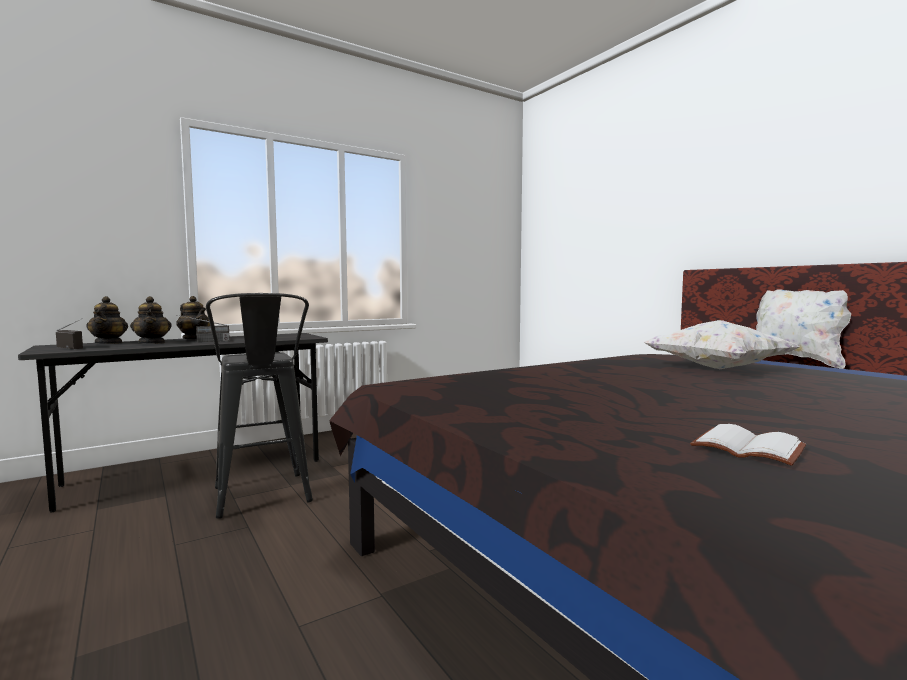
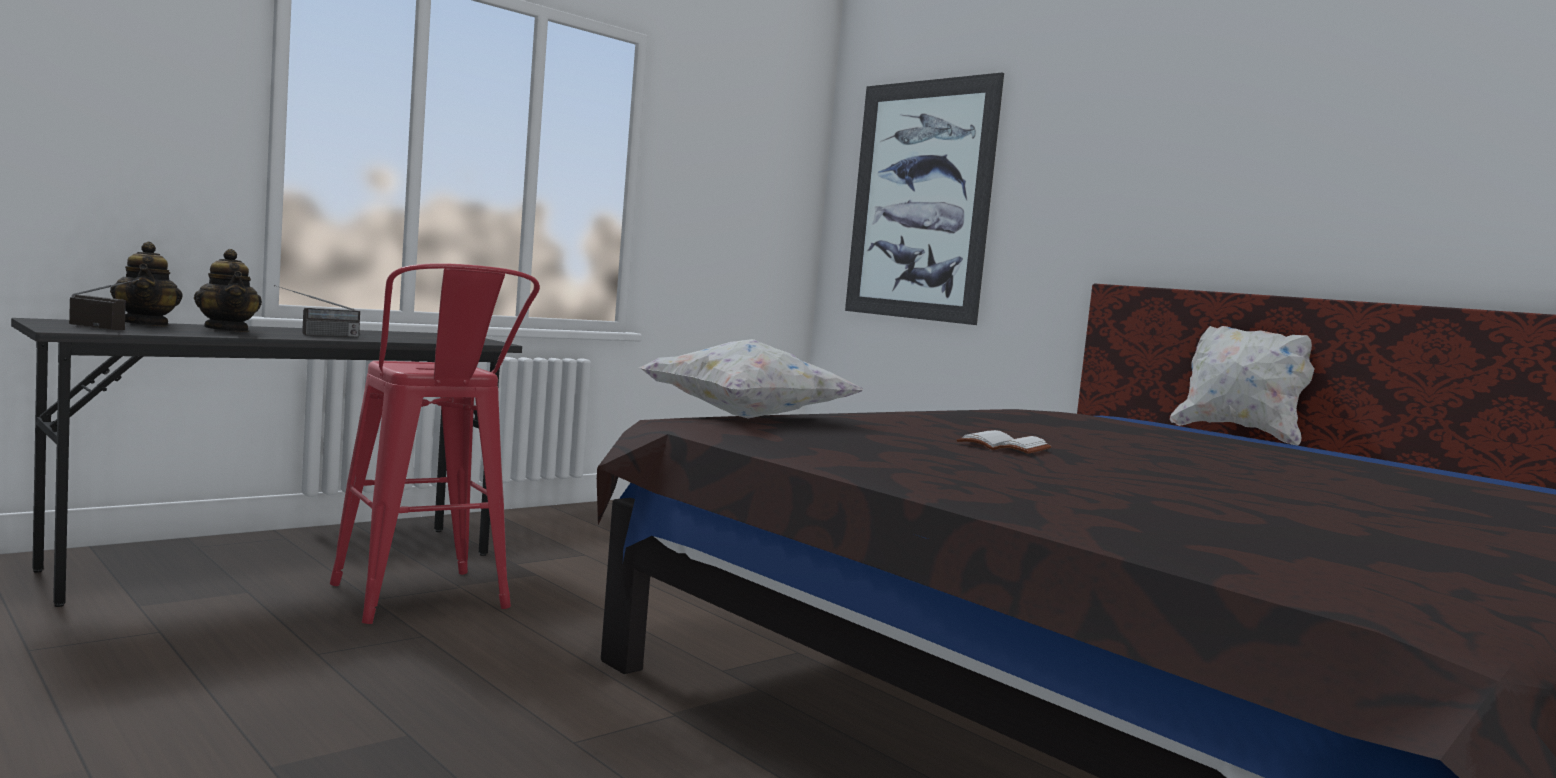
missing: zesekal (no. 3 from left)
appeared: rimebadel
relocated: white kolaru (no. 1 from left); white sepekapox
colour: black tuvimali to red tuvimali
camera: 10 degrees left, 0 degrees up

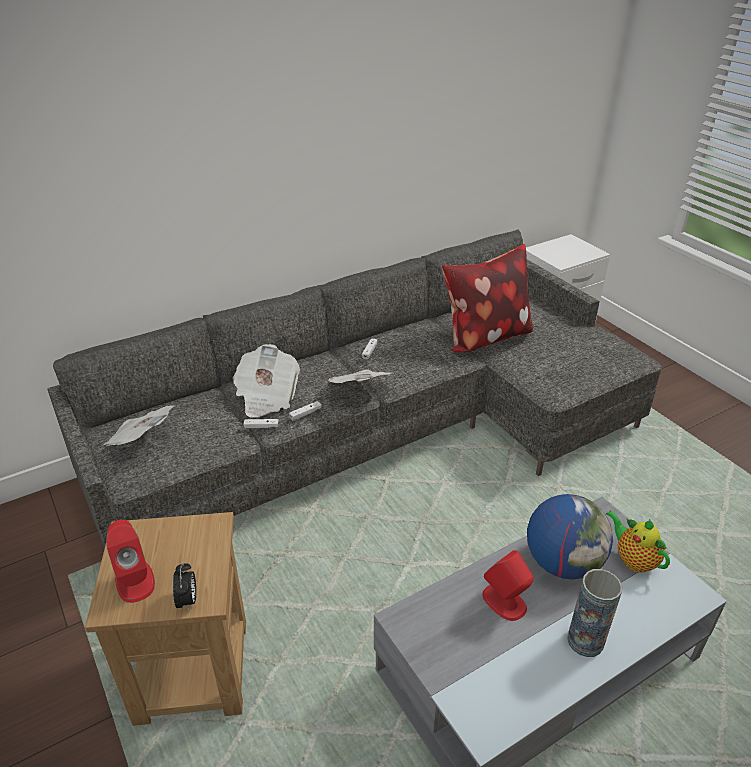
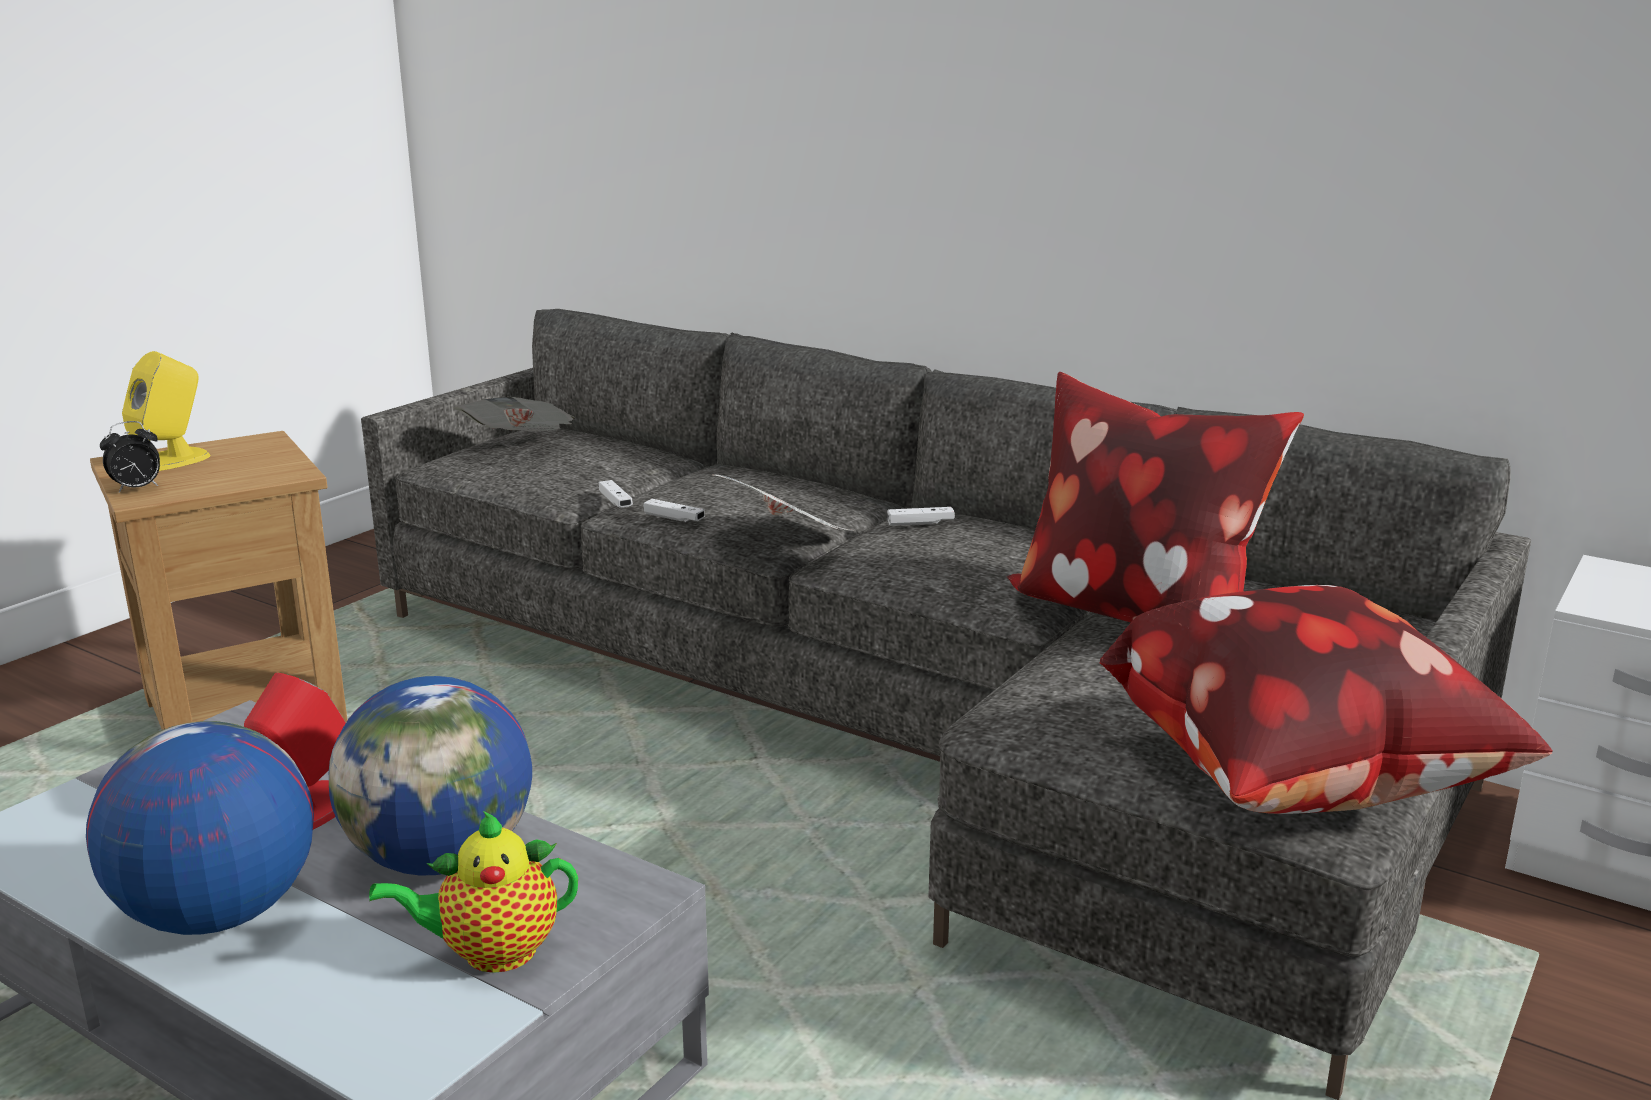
missing: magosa (no. 2 from left)
appeared: kolaru (no. 2 from left)
exchanged: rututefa to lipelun (no. 1 from left)
colour: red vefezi (no. 1 from left) to yellow vefezi
spun: zesekal 135 degrees counterclockwise
camera: 65 degrees right, 15 degrees down

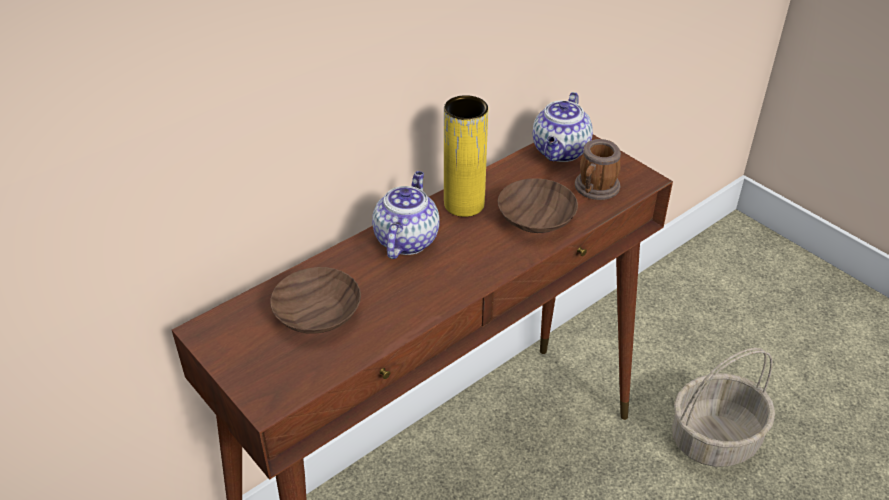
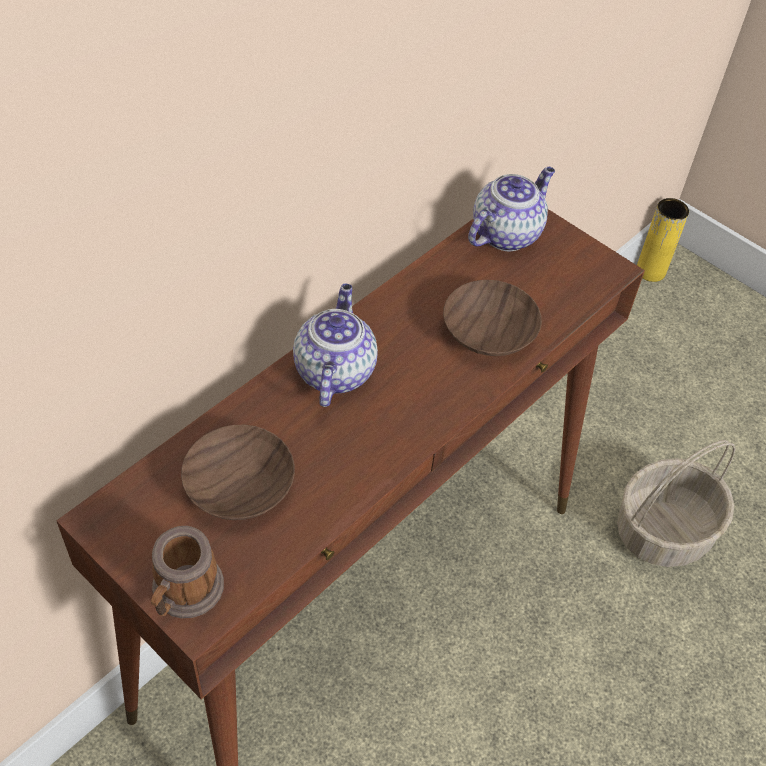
relocated: yellow rututefa; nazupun
spun: zesekal (no. 2 from left) 150 degrees counterclockwise
camera: 10 degrees left, 10 degrees up

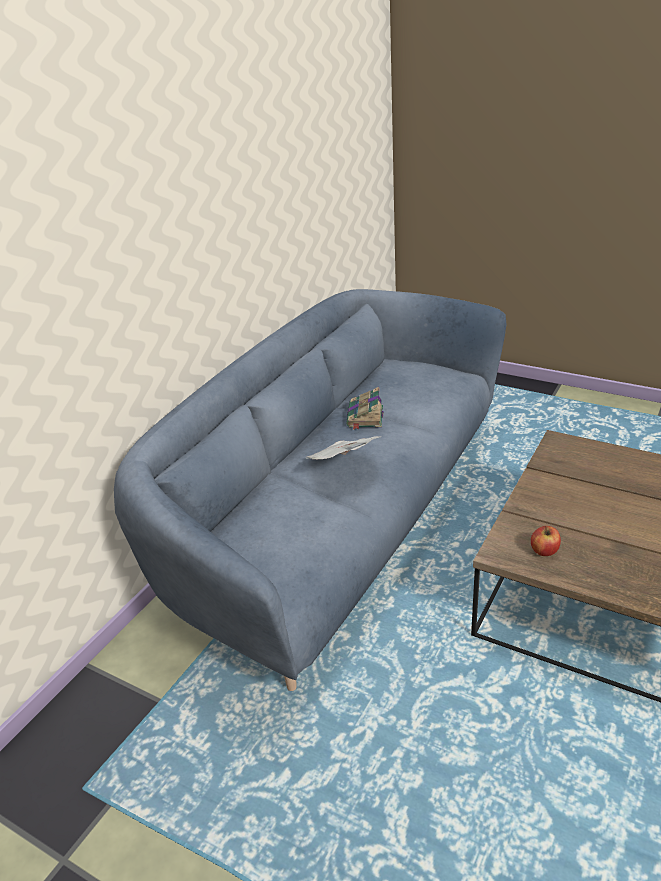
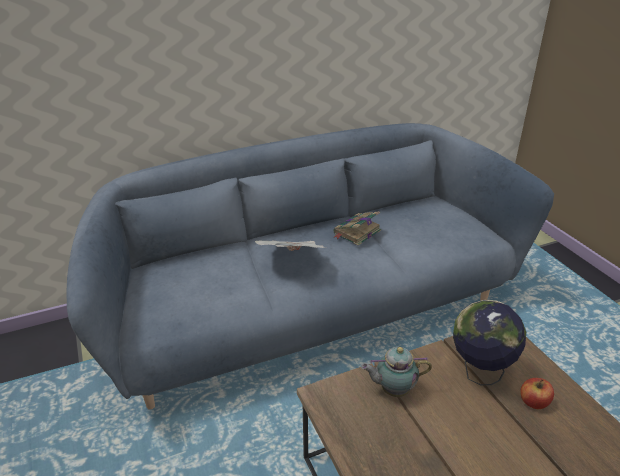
appeared: lipelun; zesekal
relocated: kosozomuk
camera: 35 degrees right, 0 degrees up

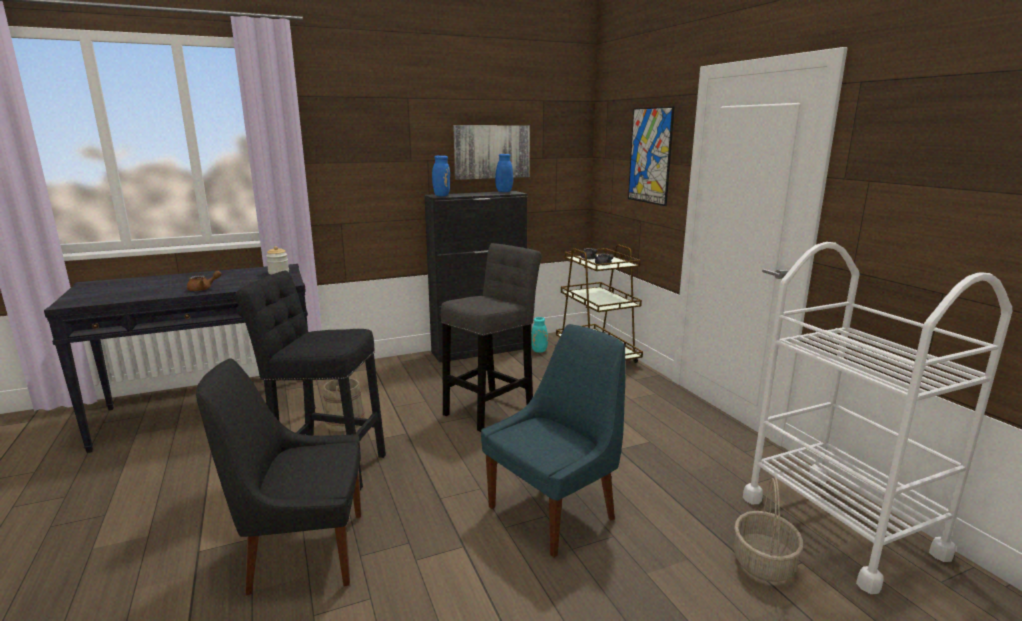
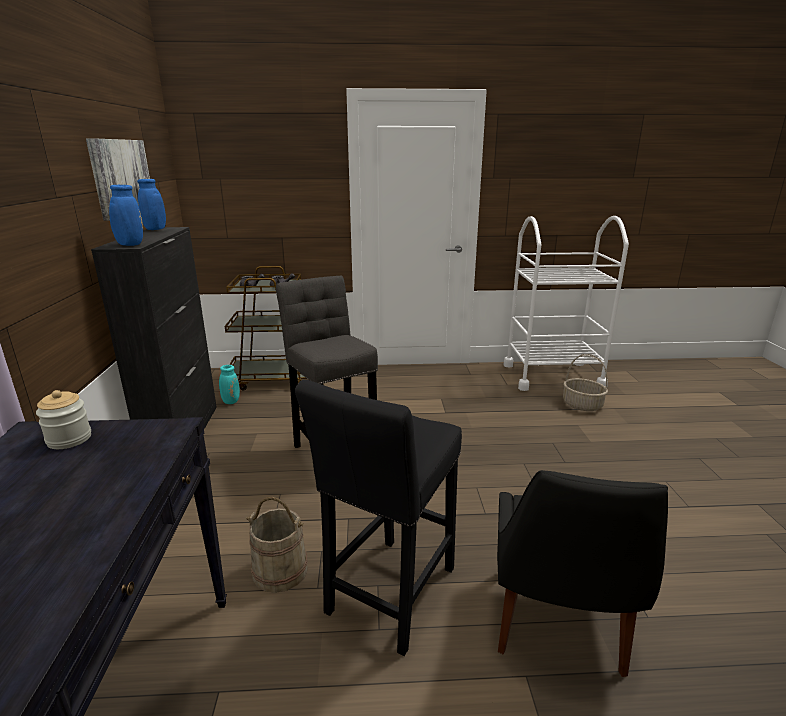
missing: rimebadel (no. 2 from left); brown zesekal; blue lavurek
camera: 70 degrees left, 5 degrees up

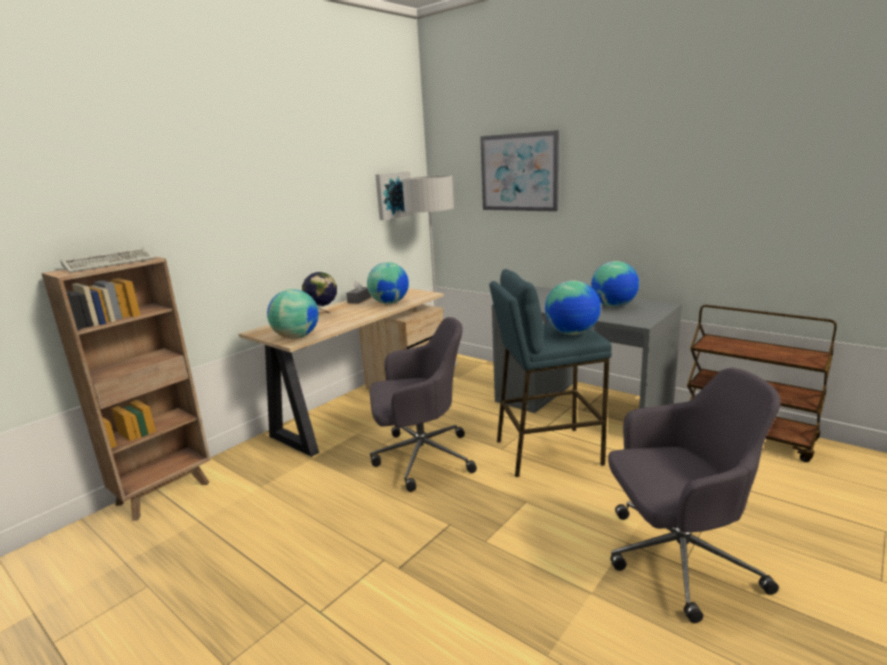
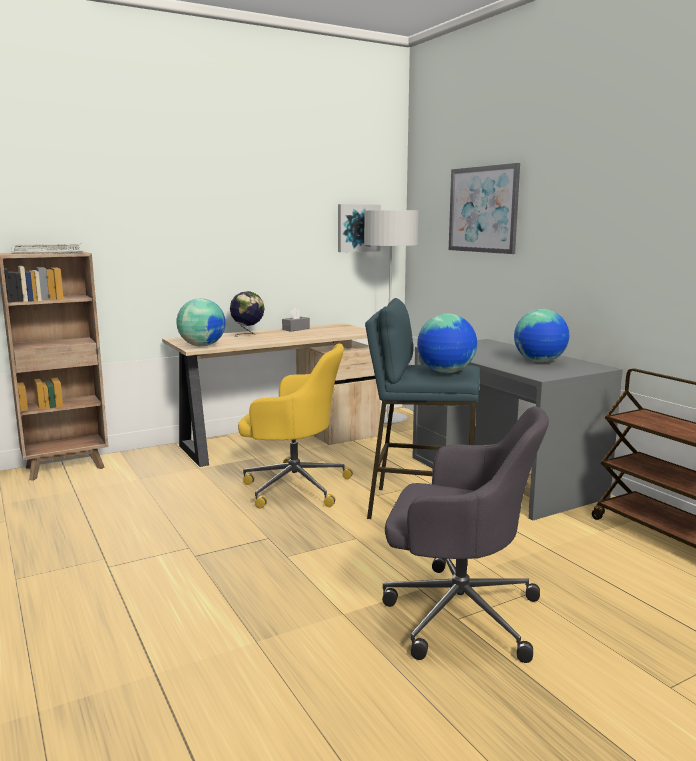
missing: lipelun (no. 3 from left)
colour: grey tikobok (no. 1 from left) to yellow tikobok
camera: 20 degrees right, 5 degrees down

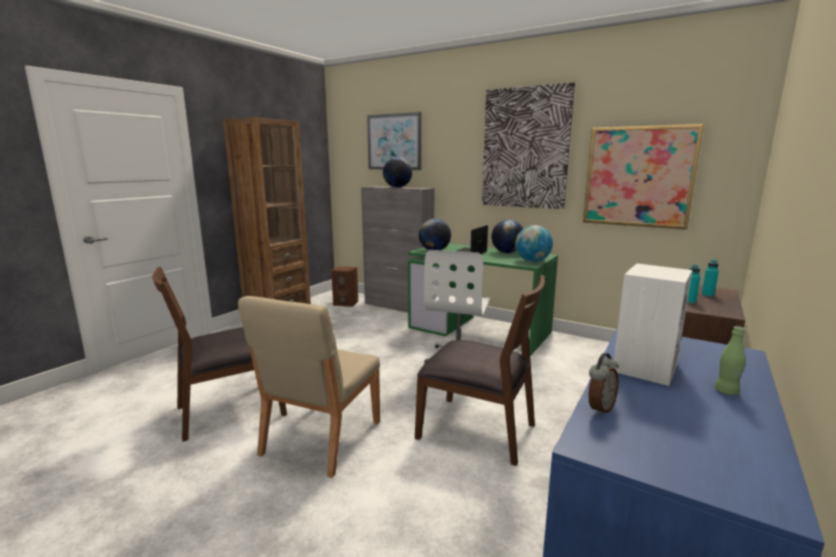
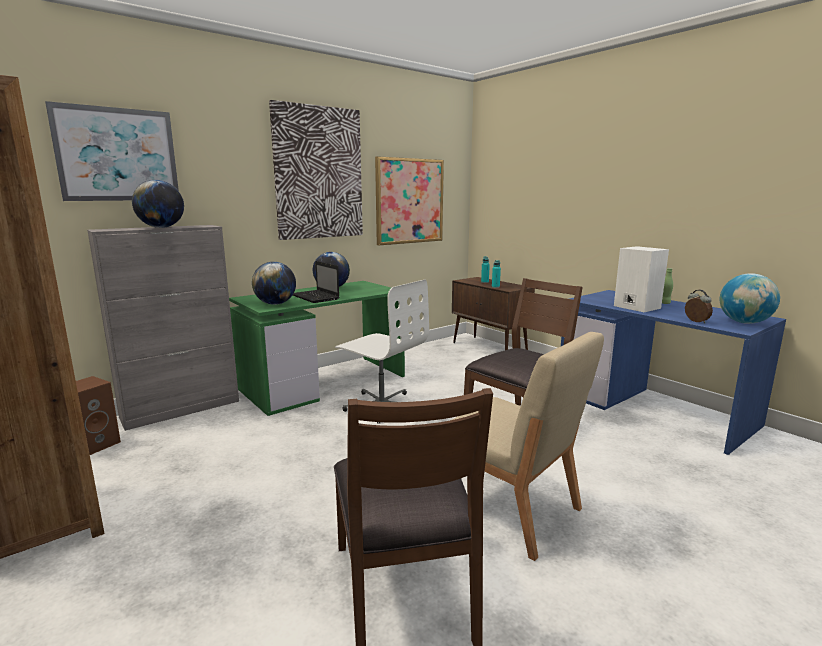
relocated: lipelun (no. 4 from left)
camera: 70 degrees left, 0 degrees up

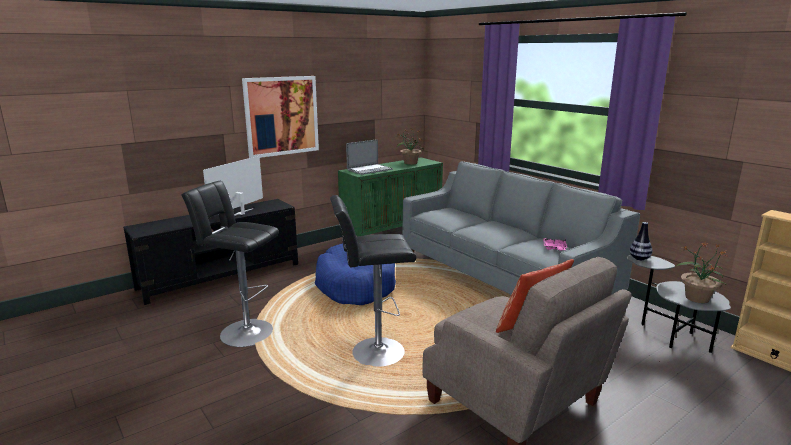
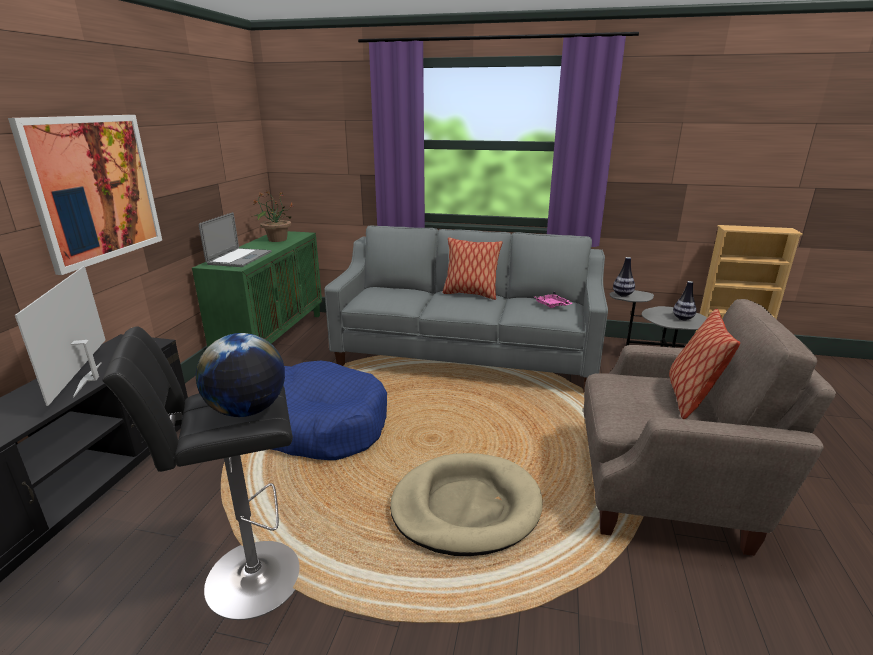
appeared: kolaru (no. 1 from left); lipelun
exchanged: black tuvimali (no. 2 from left) to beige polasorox; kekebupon (no. 2 from left) to rututefa (no. 2 from left)
camera: 40 degrees left, 5 degrees up

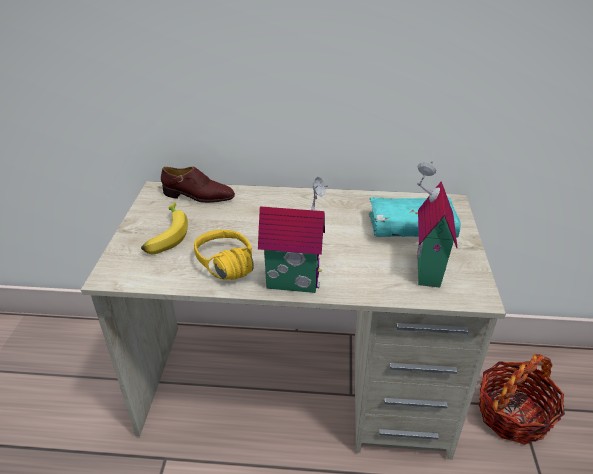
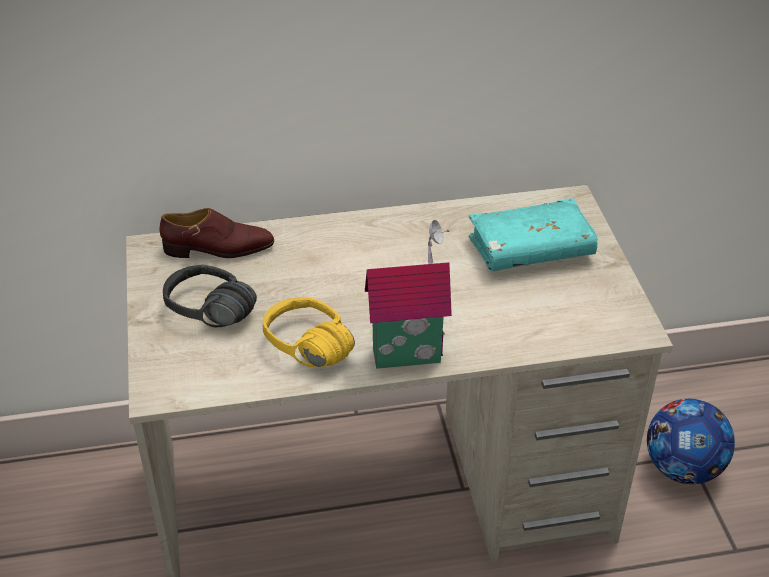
missing: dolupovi (no. 2 from left)
exchanged: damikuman to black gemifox; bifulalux to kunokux
camera: 15 degrees left, 5 degrees up

